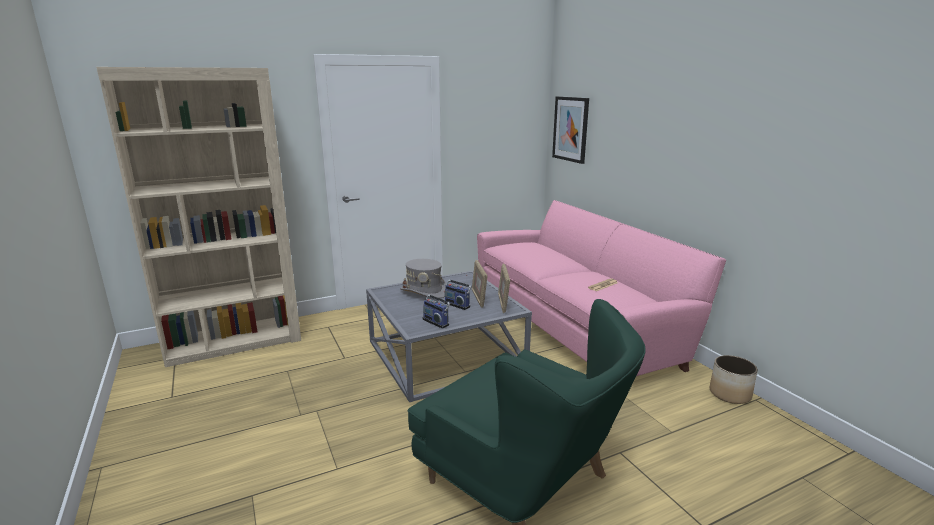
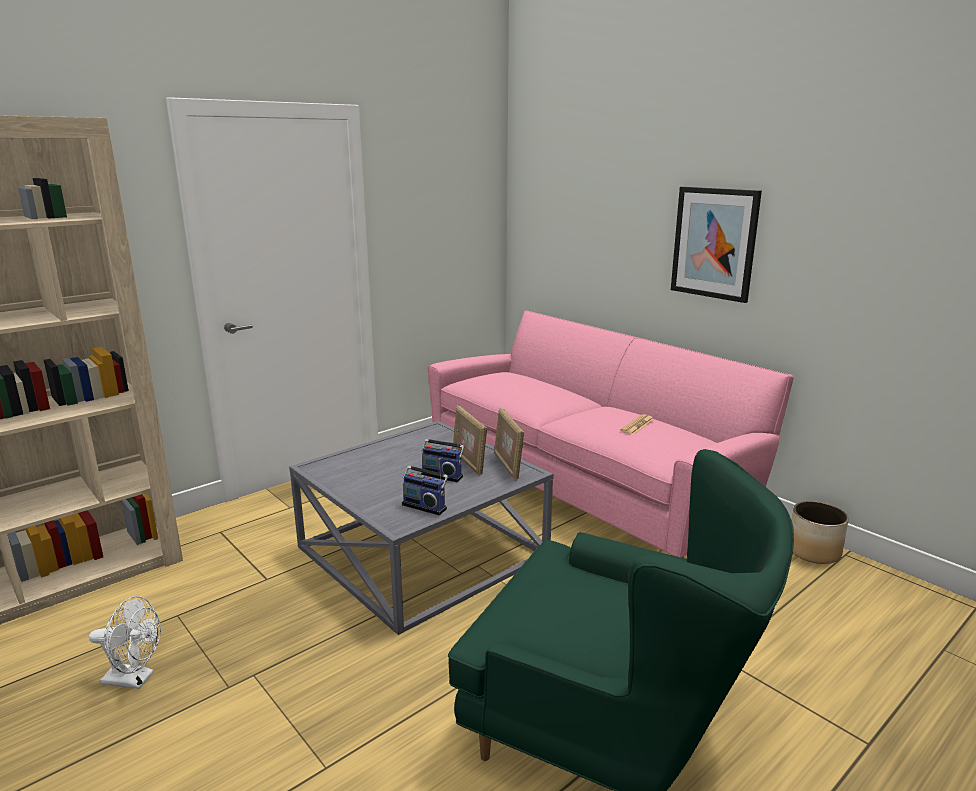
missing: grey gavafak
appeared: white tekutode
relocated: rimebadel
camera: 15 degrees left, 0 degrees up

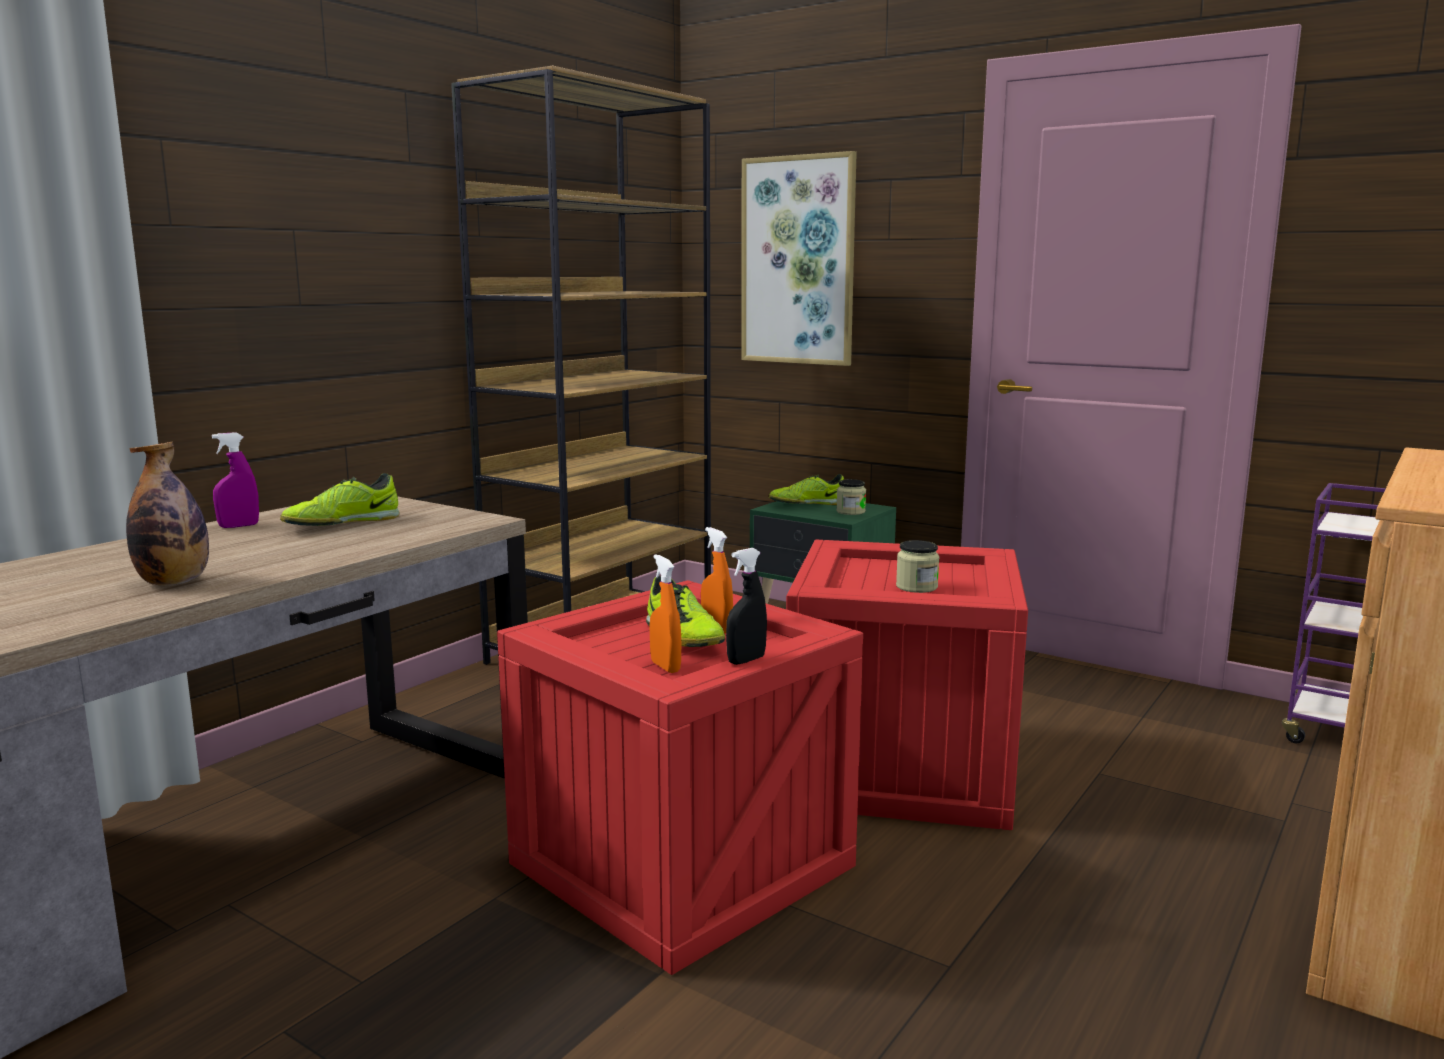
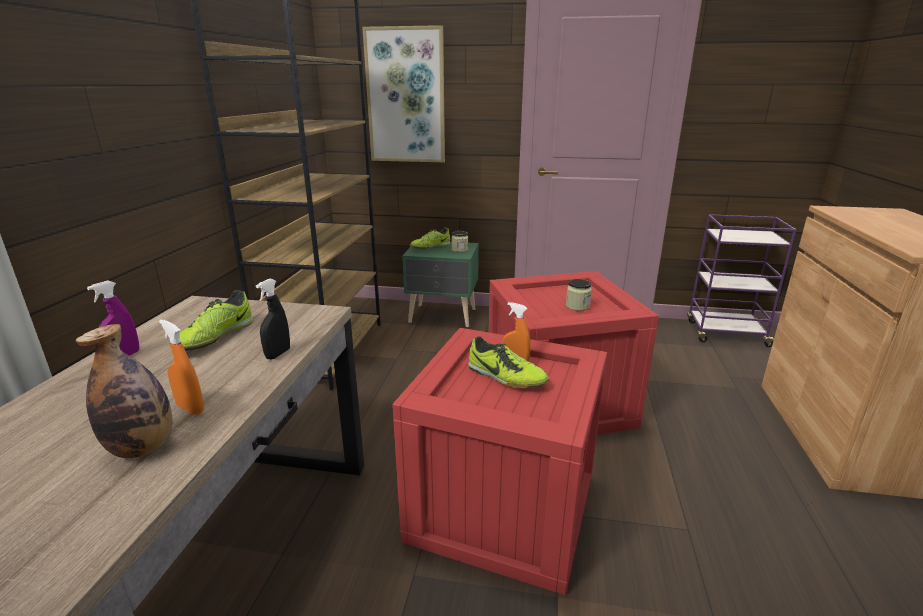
relocated: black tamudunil; orange tamudunil (no. 1 from left)
camera: 25 degrees left, 10 degrees up

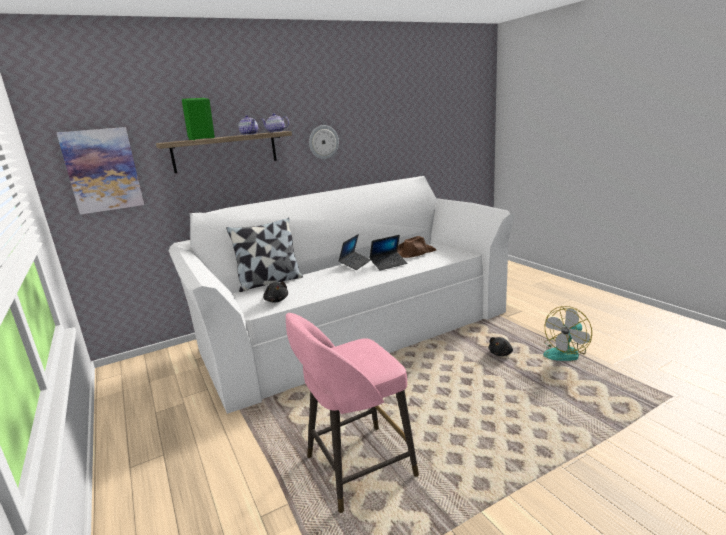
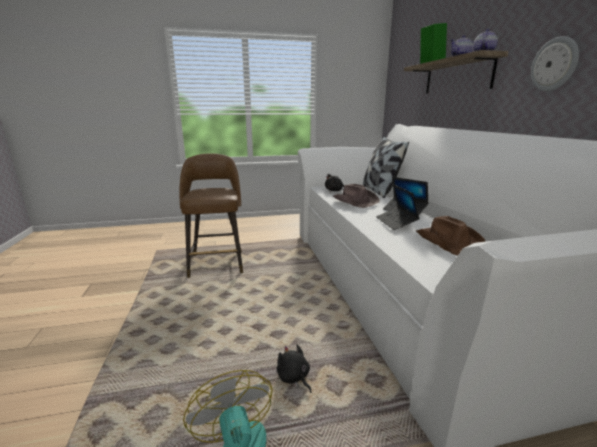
missing: rimebadel
appeared: brown gavafak (no. 1 from left)
colour: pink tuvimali to brown tuvimali
camera: 105 degrees right, 0 degrees up

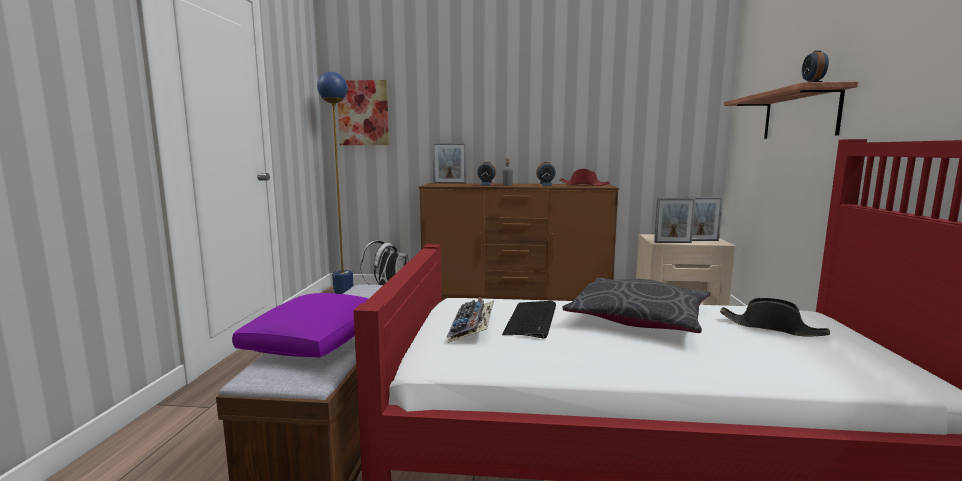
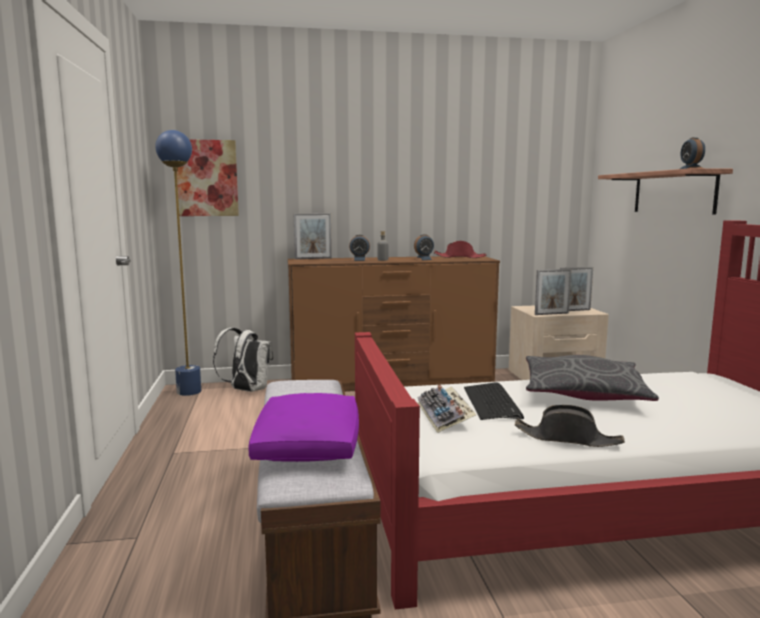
relocated: black gavafak
camera: 15 degrees left, 0 degrees up

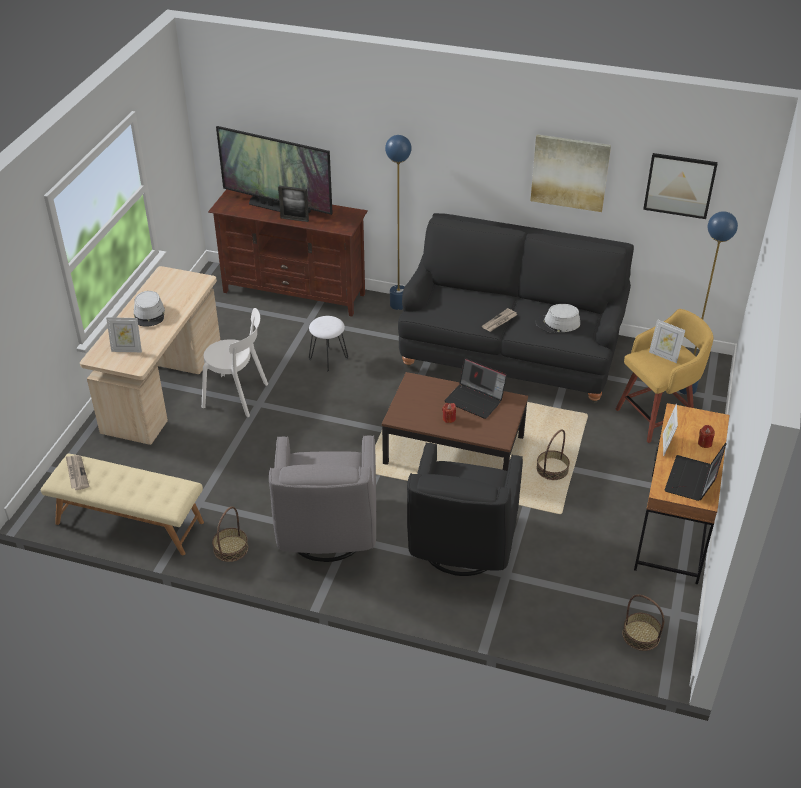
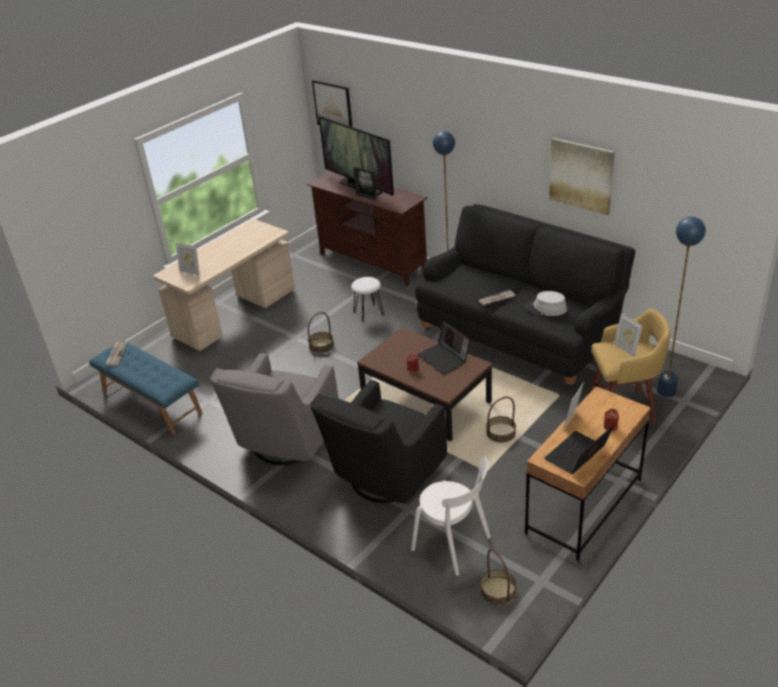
missing: grey gavafak (no. 1 from left)
relocated: rimebadel (no. 2 from left in the first image) to rimebadel (no. 1 from left); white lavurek; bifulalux (no. 1 from left)
colour: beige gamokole to blue gamokole
camera: 25 degrees right, 5 degrees down

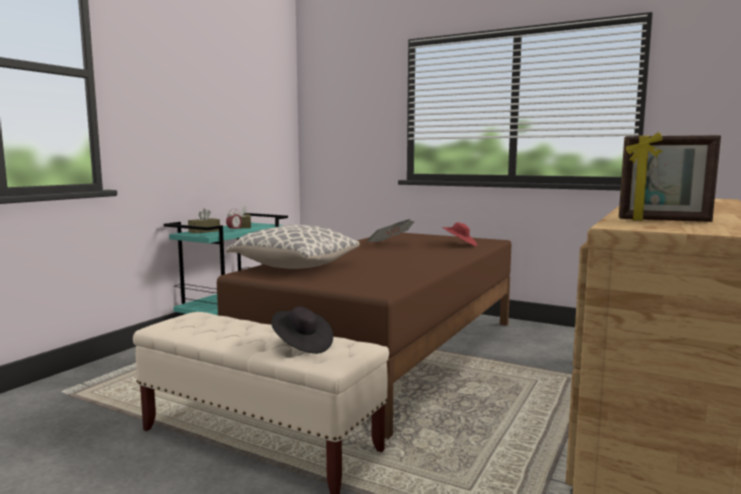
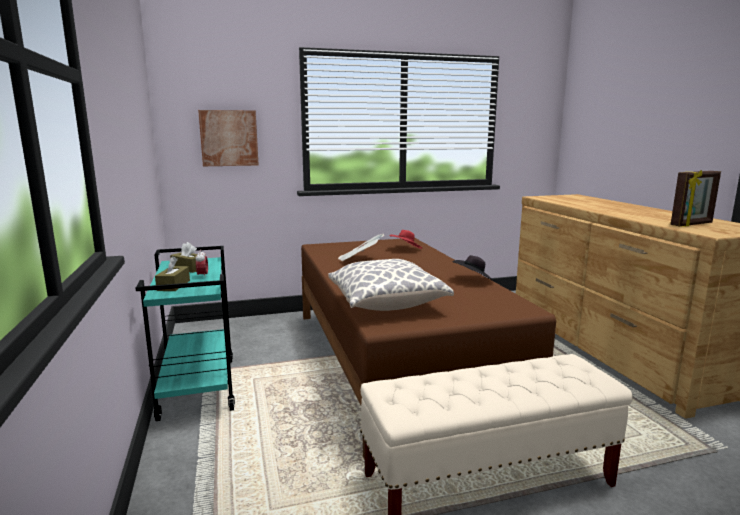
appeared: rimebadel
relocated: black gavafak
camera: 45 degrees left, 5 degrees up

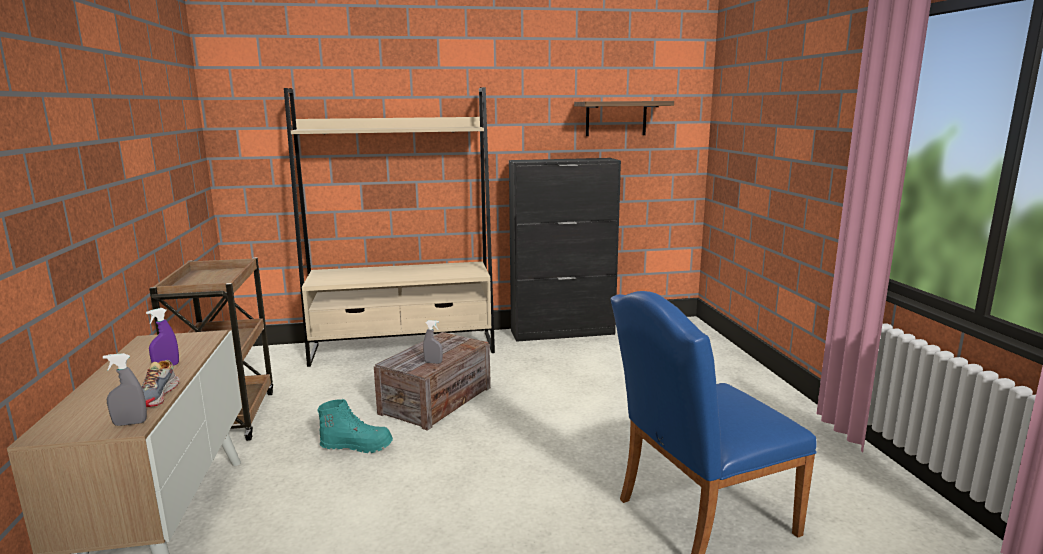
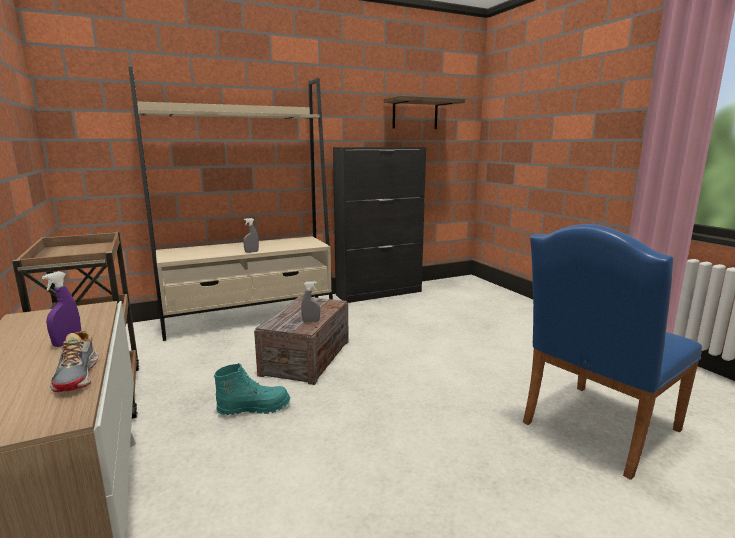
relocated: grey tamudunil (no. 1 from left)
camera: 15 degrees left, 0 degrees up

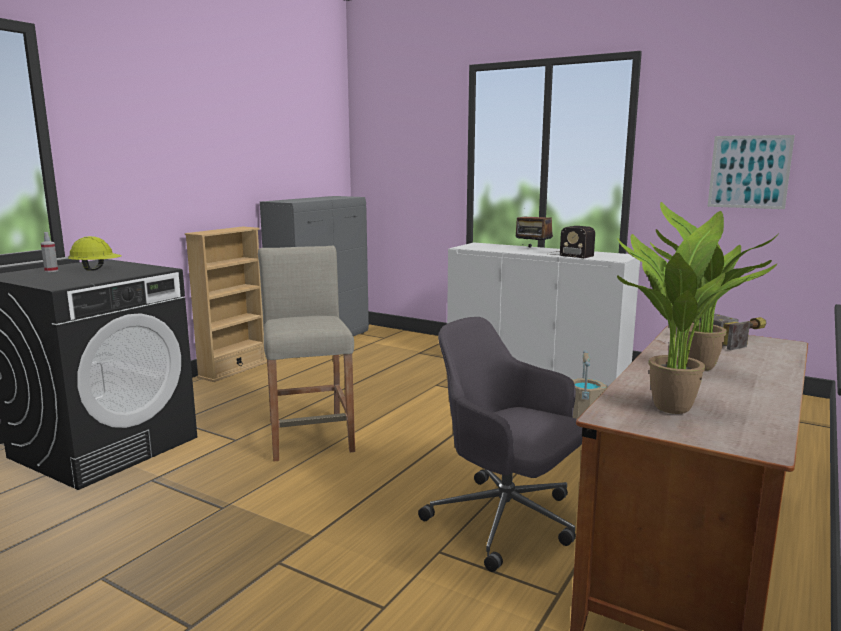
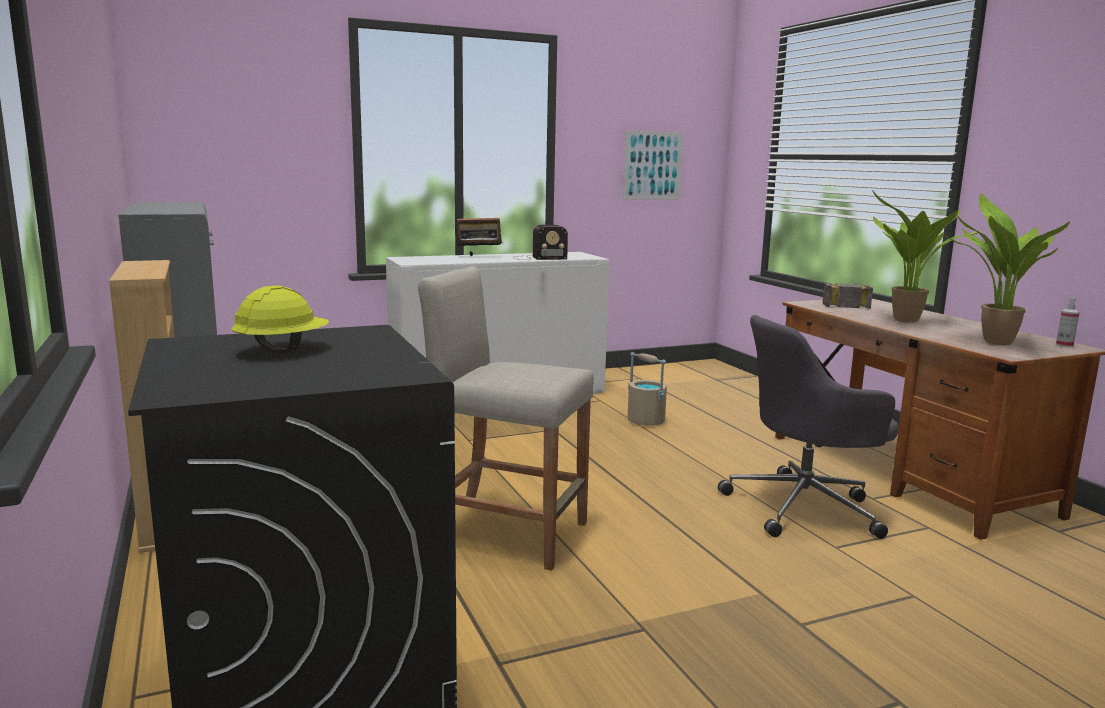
relocated: tamudunil
camera: 55 degrees left, 0 degrees up

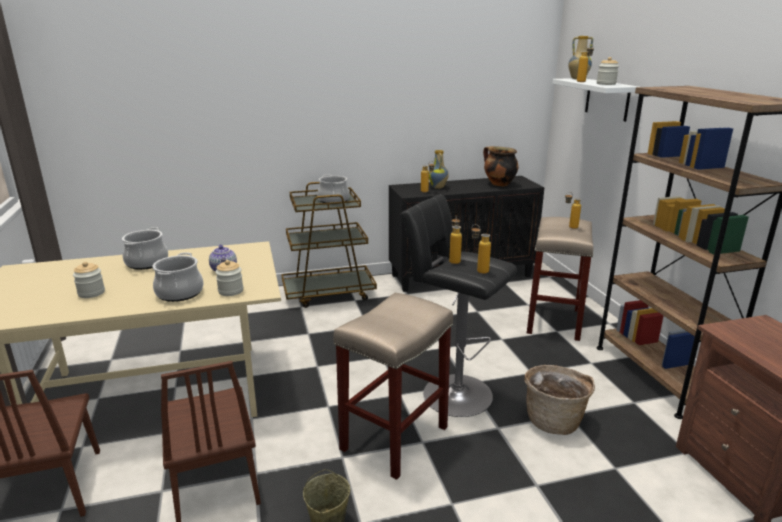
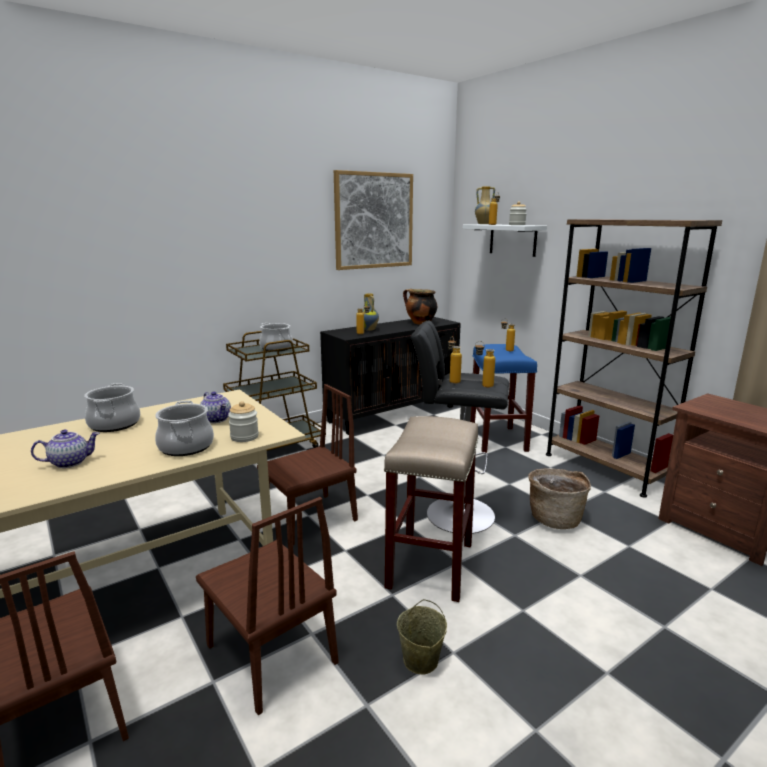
appeared: rimebadel; brown lavurek (no. 3 from left)
exchanged: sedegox (no. 1 from left) to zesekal (no. 1 from left)
colour: beige tuvimali (no. 2 from left) to blue tuvimali
camera: 20 degrees left, 5 degrees down

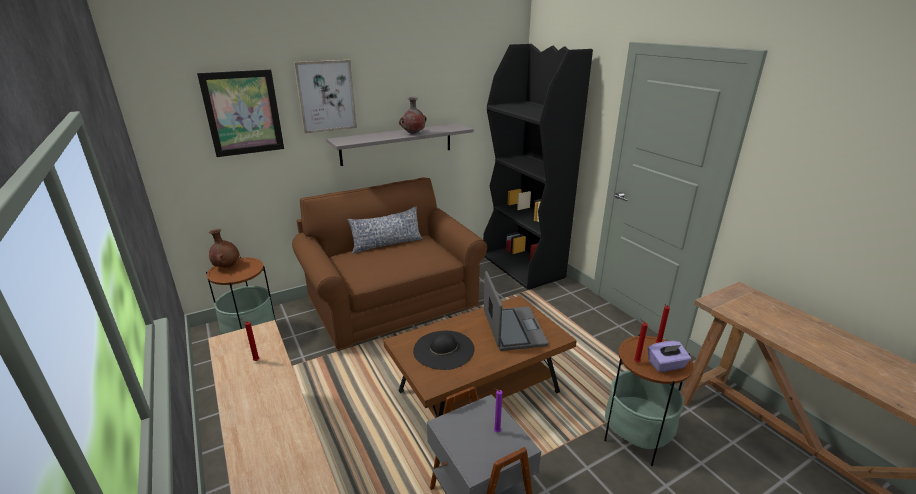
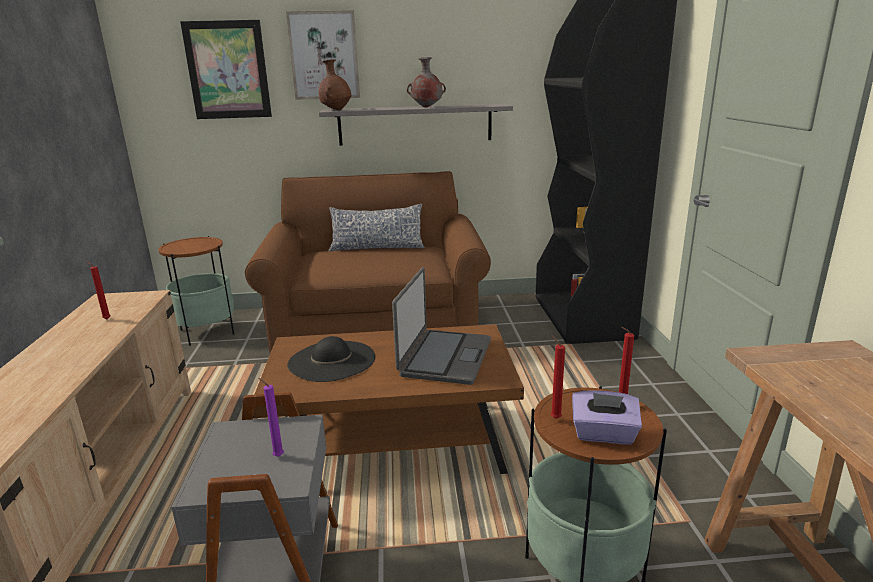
relocated: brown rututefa
camera: 25 degrees right, 5 degrees down

